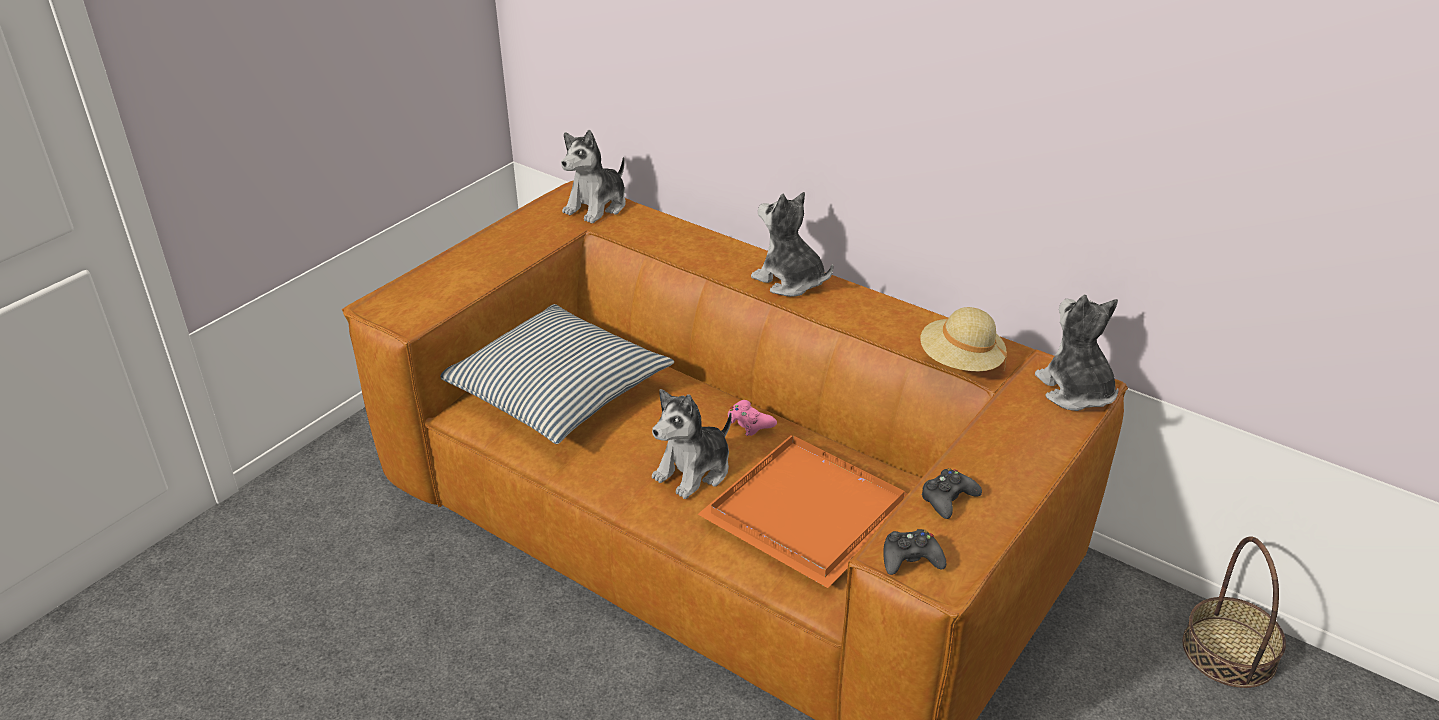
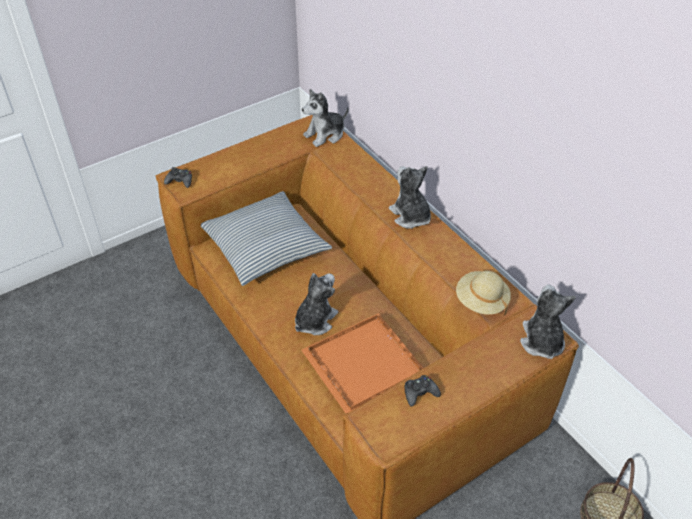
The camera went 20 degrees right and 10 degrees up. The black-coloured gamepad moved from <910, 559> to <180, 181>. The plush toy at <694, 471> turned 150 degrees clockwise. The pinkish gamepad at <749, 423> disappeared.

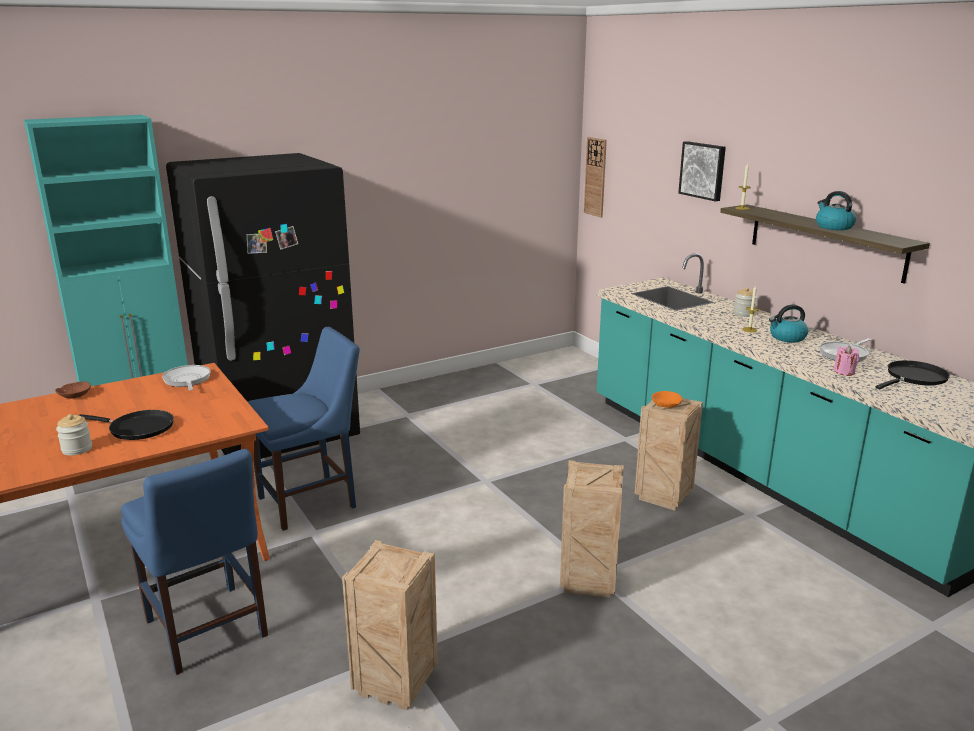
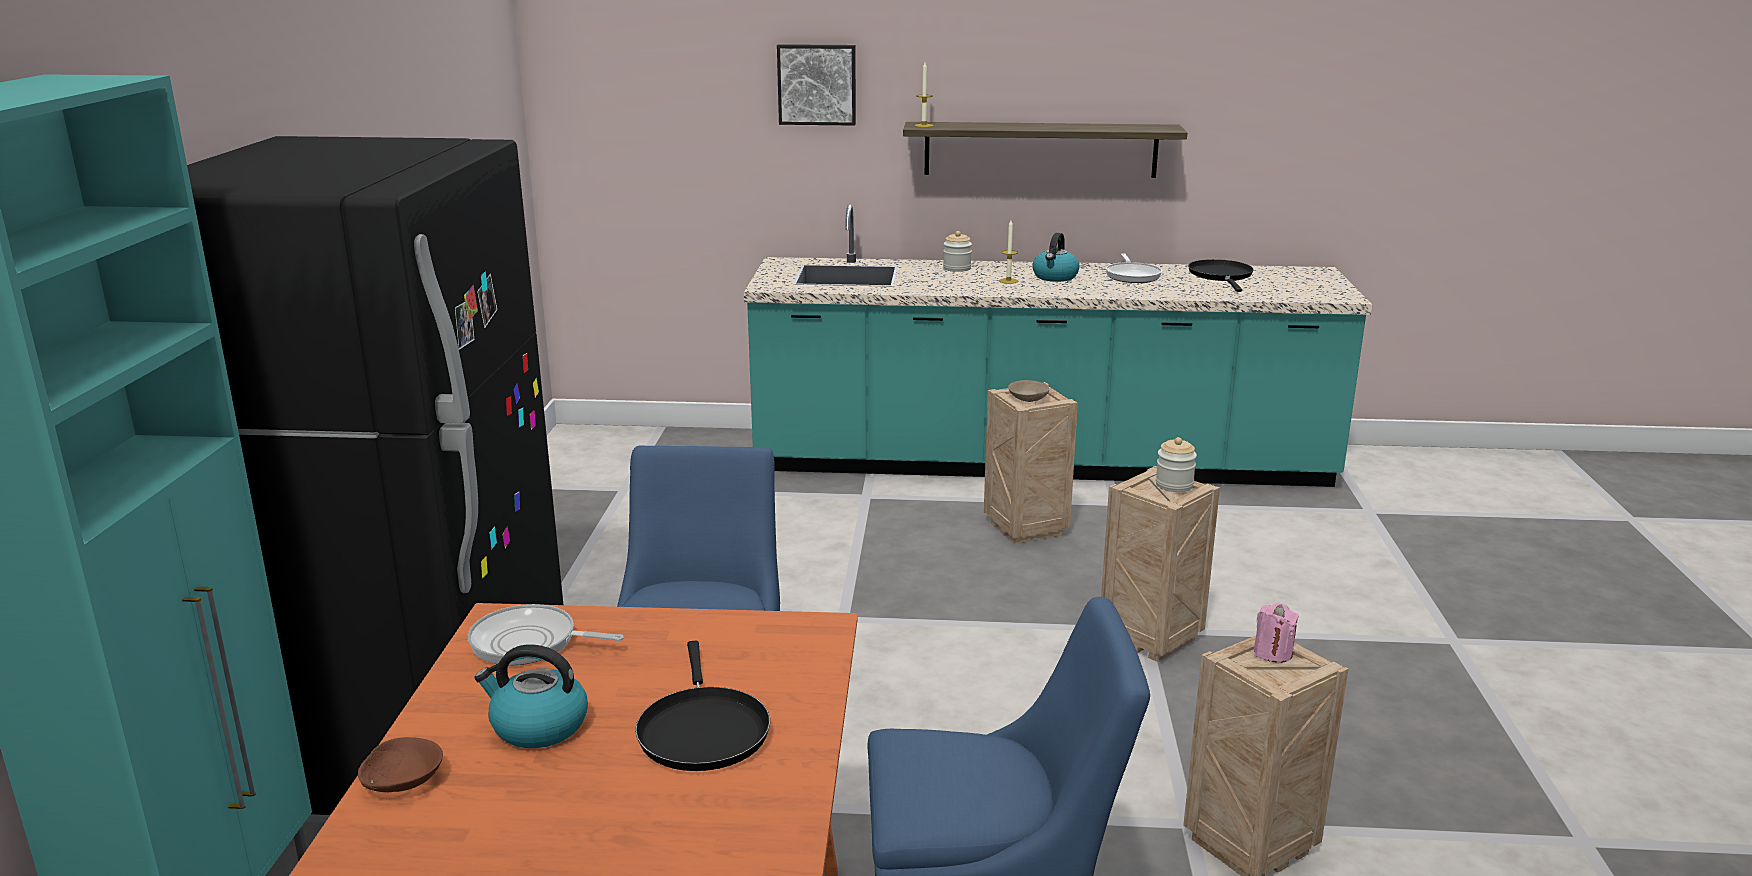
The camera went 55 degrees left and 0 degrees up. The tea kettle moved from <833, 227> to <538, 726>. The black-coloured frying pan at <137, 428> turned 120 degrees clockwise. The orange-coloured serving bowl at <666, 404> became the sand-coloured serving bowl at <1028, 398>. The preserve jar moved from <77, 449> to <1174, 485>. The pinkish wax candle moved from <844, 372> to <1273, 653>. The clock on the wall at <595, 177> disappeared.

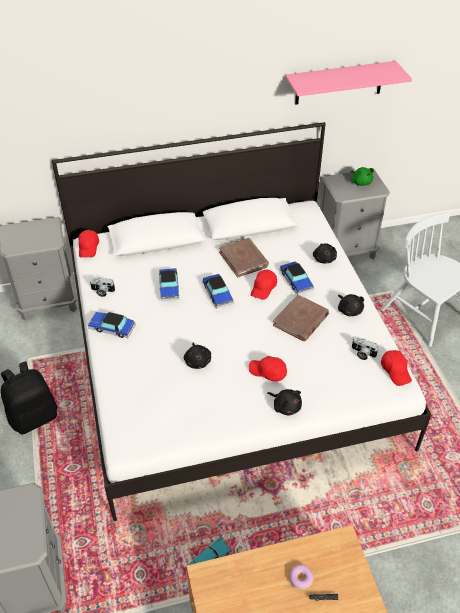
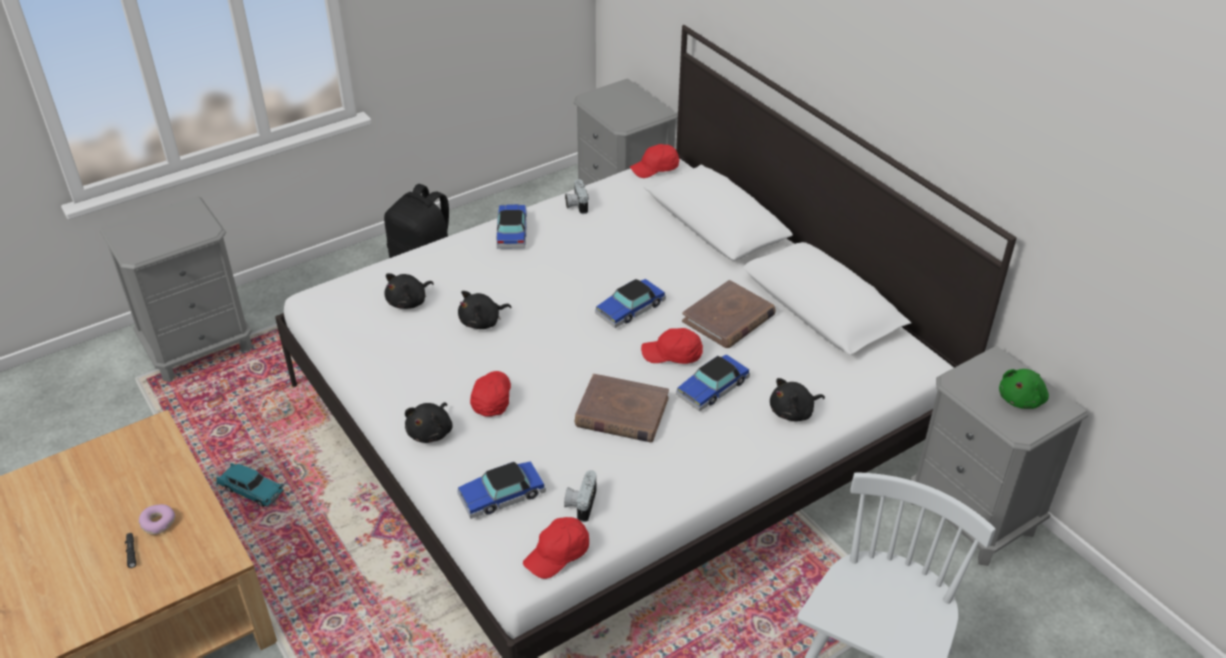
The camera went 70 degrees right and 5 degrees down. The black-coloured plush toy moved from <349, 310> to <409, 302>. The miniature car moved from <169, 287> to <502, 495>. The pinkish bracket shelf at <339, 83> disappeared.

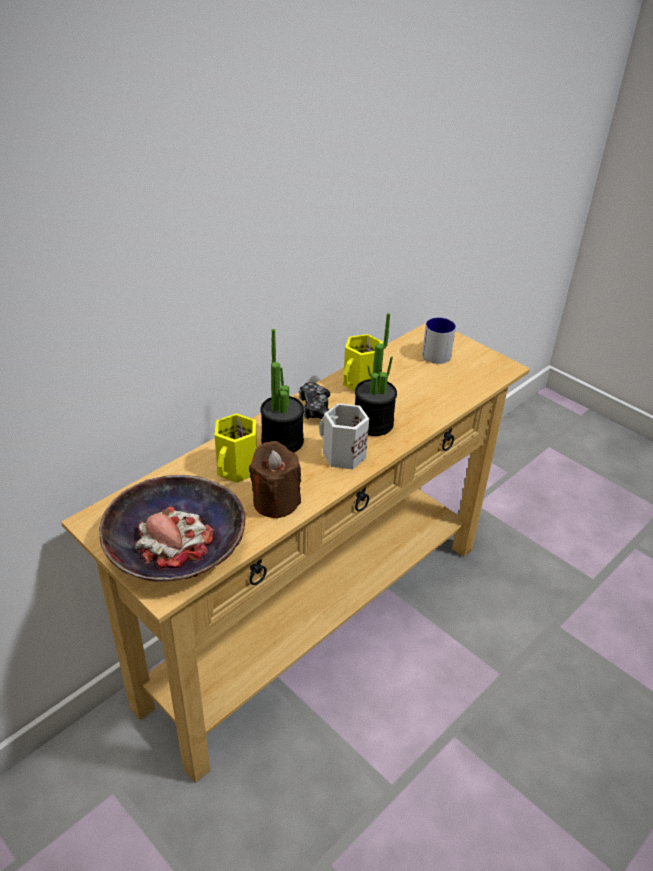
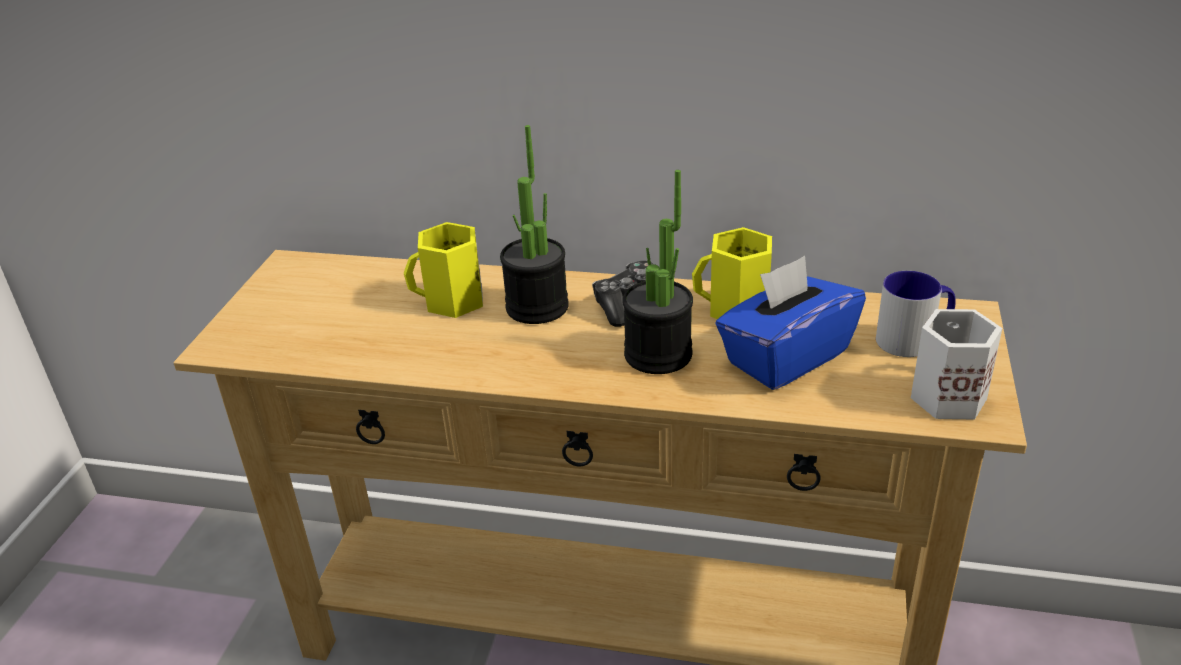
The camera went 60 degrees right and 5 degrees down. The blue tissue holder at <786, 357> appeared. The white-coloured coffee mug moved from <341, 455> to <945, 396>. The serving bowl at <176, 545> disappeared. The brown-coloured wax candle at <275, 502> disappeared.

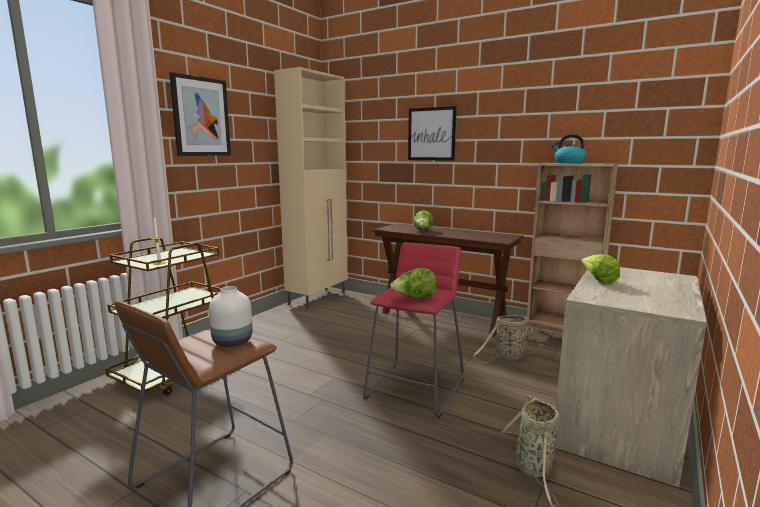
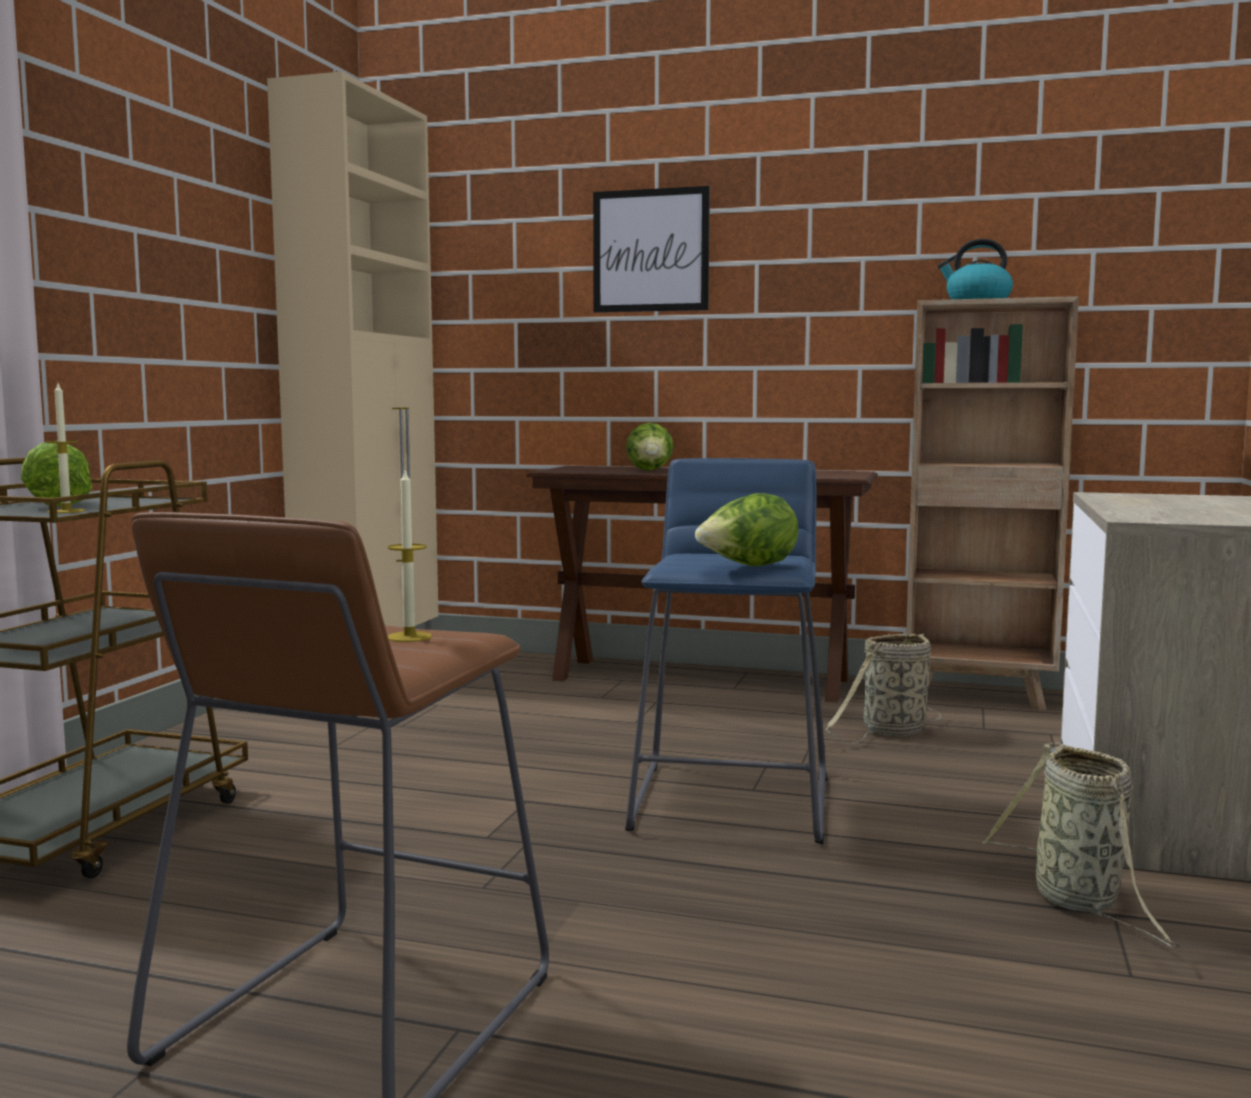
The camera went 15 degrees left and 5 degrees down. The head of lettuce moved from <598, 280> to <61, 504>. The white-coloured vase at <231, 342> was replaced by the wax candle at <409, 637>. The red-coloured stool seat at <415, 388> became the blue stool seat at <731, 801>. The picture at <201, 117> disappeared.

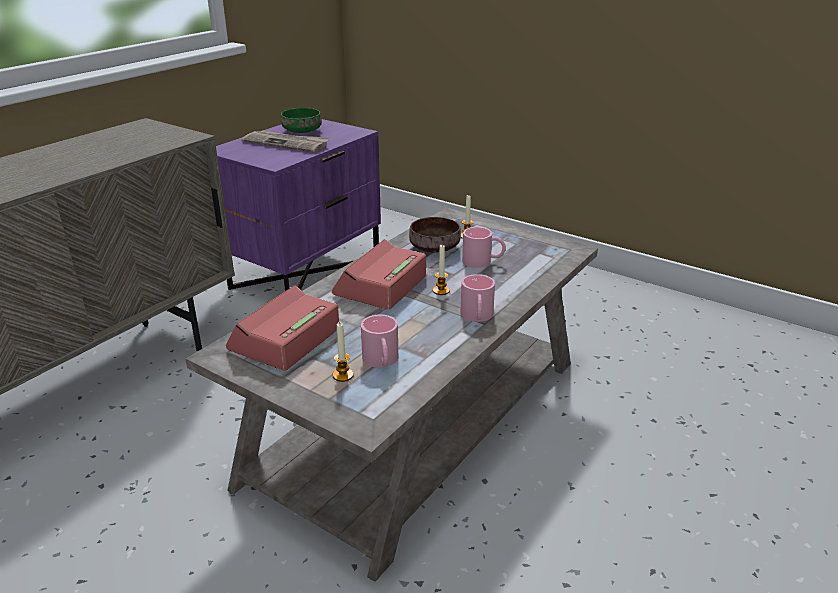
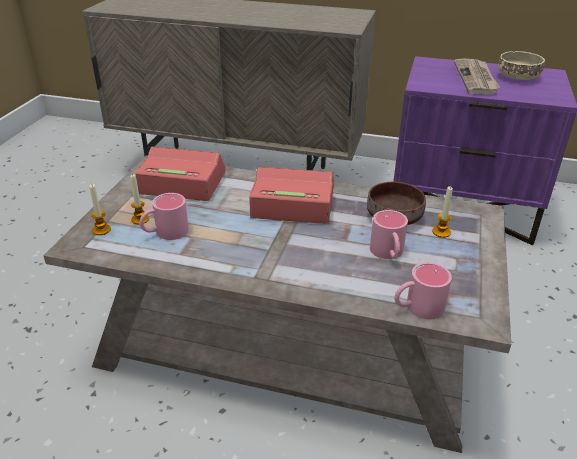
The camera went 70 degrees right and 5 degrees up. The wax candle moved from <441, 291> to <101, 230>. The pinkish coffee mug moved from <477, 317> to <417, 308>. The green serving bowl at <302, 131> became the sand-coloured serving bowl at <517, 77>.

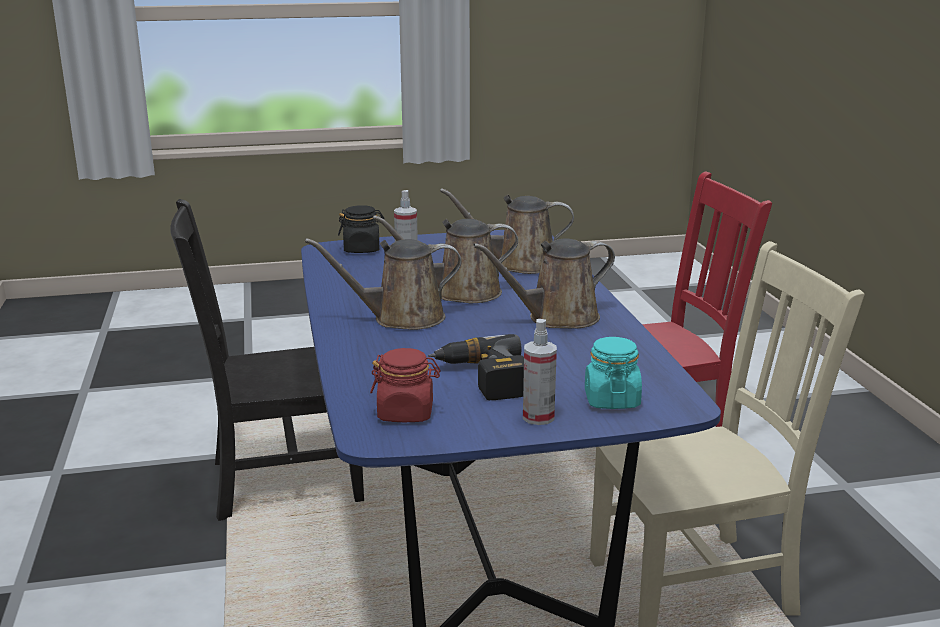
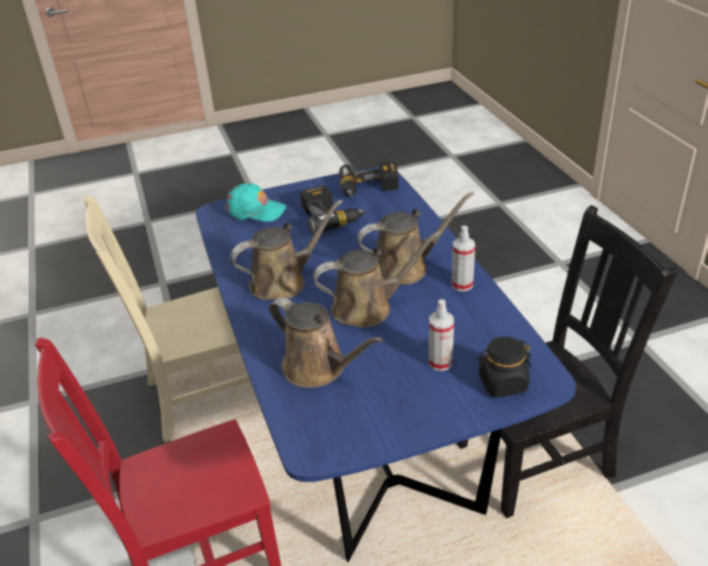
The camera went 175 degrees right and 15 degrees up. The blue-green preserve jar at <611, 400> was replaced by the blue-green cap at <255, 210>. The brown-coloured sprinkling can at <519, 264> turned 45 degrees clockwise. The red-coloured preserve jar at <406, 413> was replaced by the electric drill at <369, 190>. The sprayer moved from <538, 417> to <462, 285>.

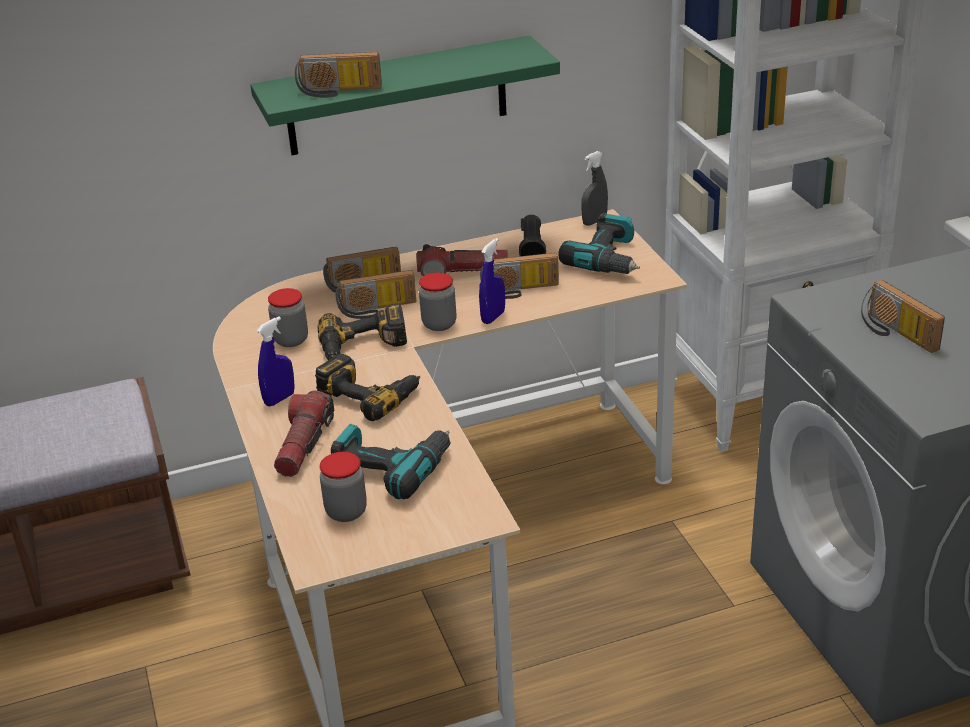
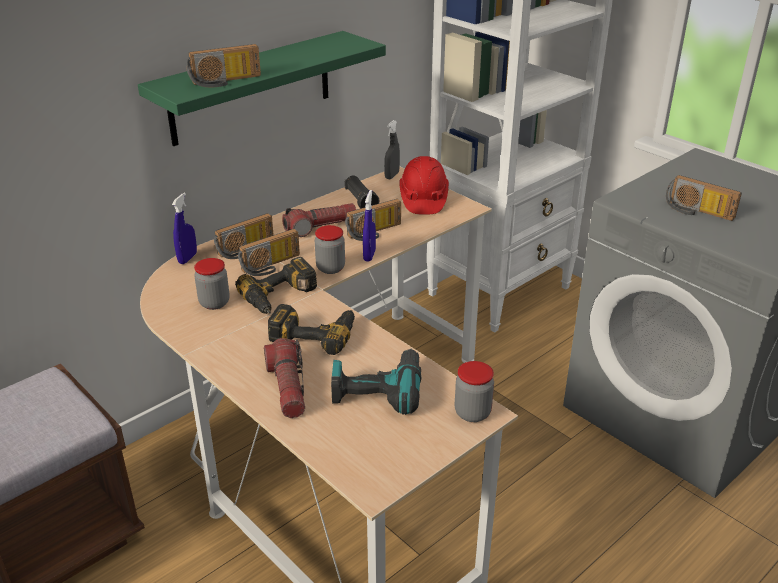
The camera went 25 degrees left and 0 degrees up. The blue sprayer moved from <279, 399> to <187, 258>. The electric drill at <609, 259> was replaced by the red-coloured safety helmet at <423, 200>. The preserve jar moved from <346, 512> to <472, 413>.

